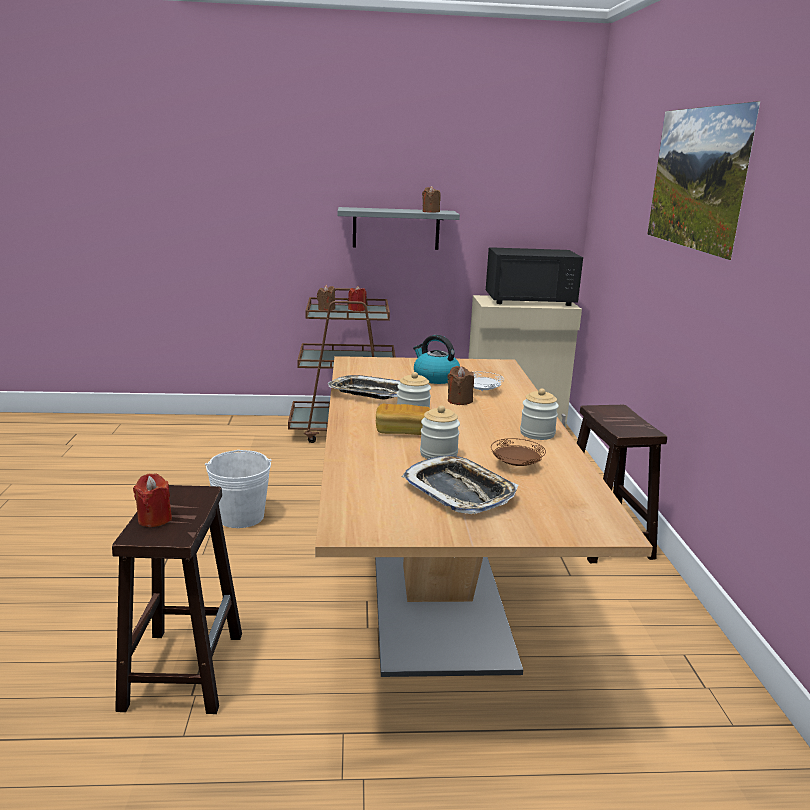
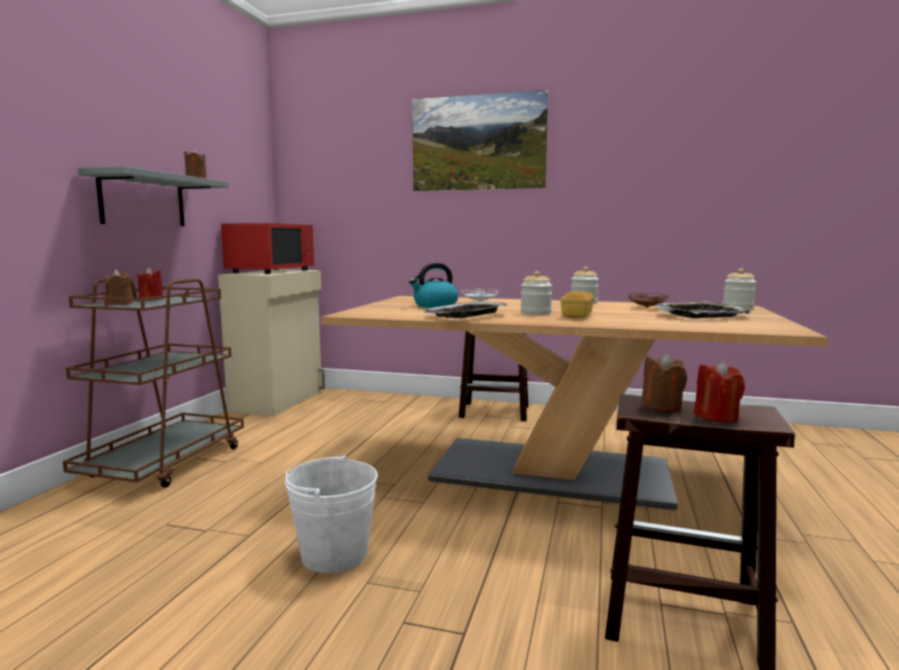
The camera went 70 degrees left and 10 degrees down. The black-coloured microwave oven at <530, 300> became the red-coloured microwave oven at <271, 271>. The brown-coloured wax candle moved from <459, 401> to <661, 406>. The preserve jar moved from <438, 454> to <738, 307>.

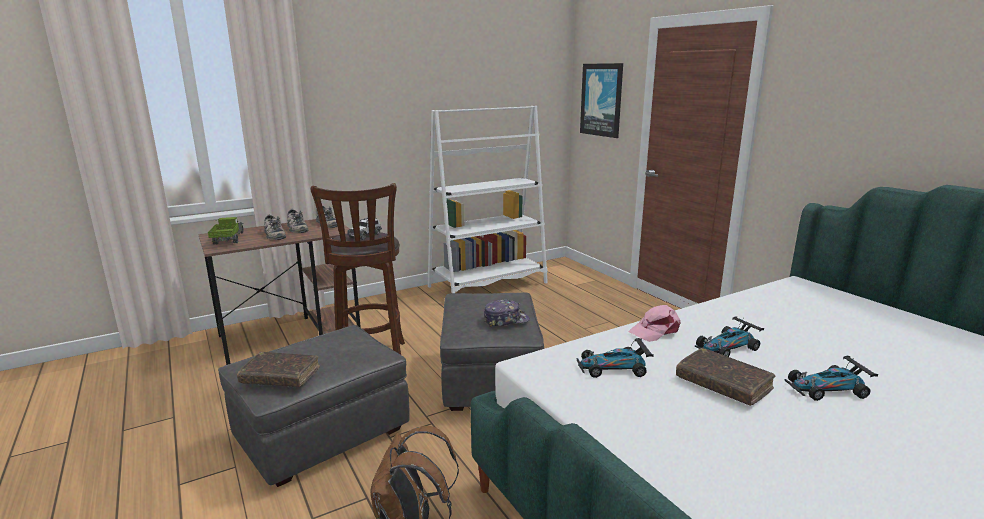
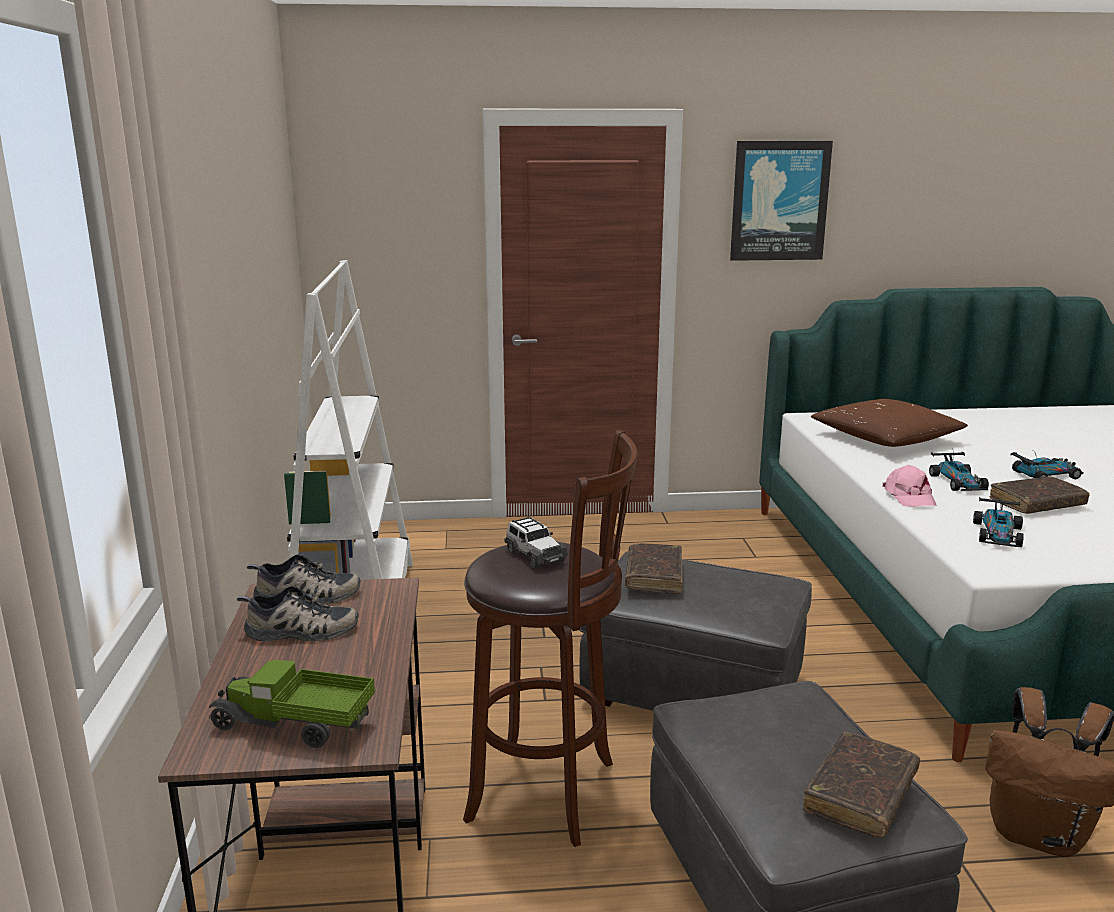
The camera went 65 degrees left and 0 degrees up. The brown-coloured bound book at <654, 576> appeared. The picture moved from <601, 100> to <779, 201>. The brown-coloured throw pillow at <885, 438> appeared. The miniature car at <827, 388> turned 120 degrees counterclockwise. The item of footwear at <273, 234> disappeared. The cap at <506, 320> disappeared.

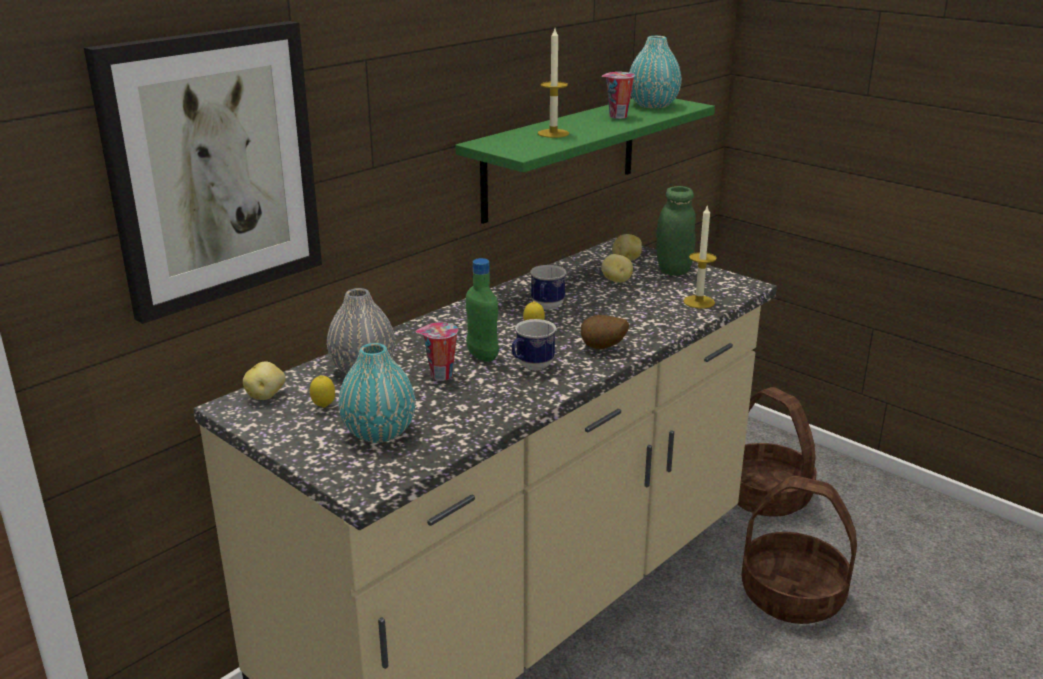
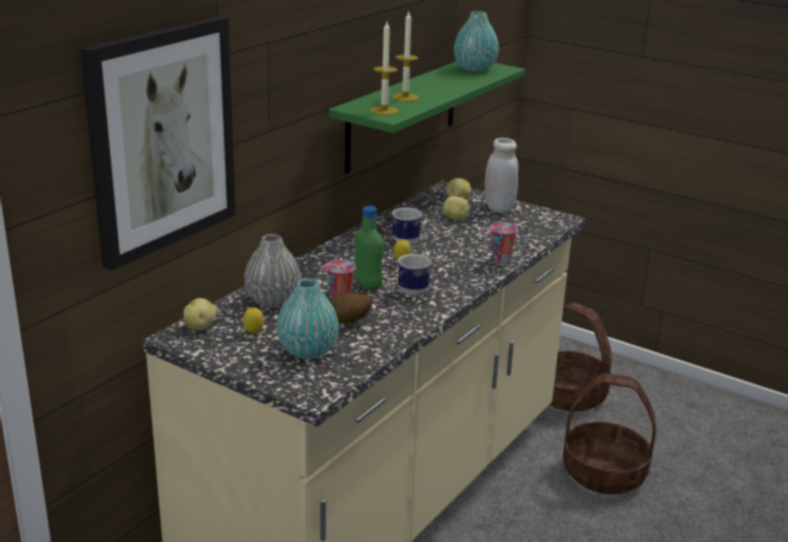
The camera went 10 degrees left and 0 degrees up. The whole potato moved from <602, 349> to <350, 322>. The wax candle moved from <699, 302> to <384, 111>. The green preserve jar at <673, 270> became the white-coloured preserve jar at <499, 208>. The drinking cup moved from <617, 116> to <500, 263>.

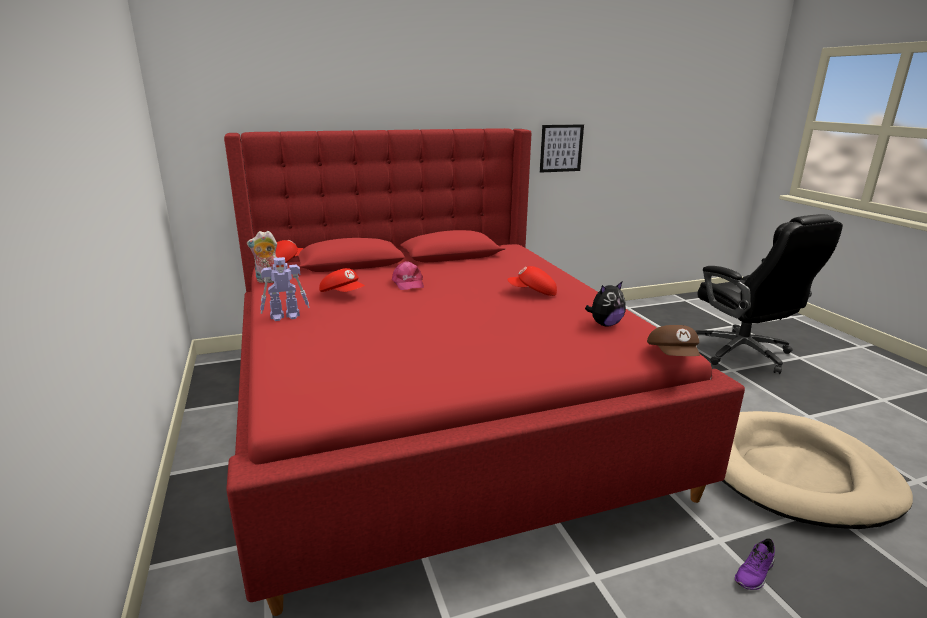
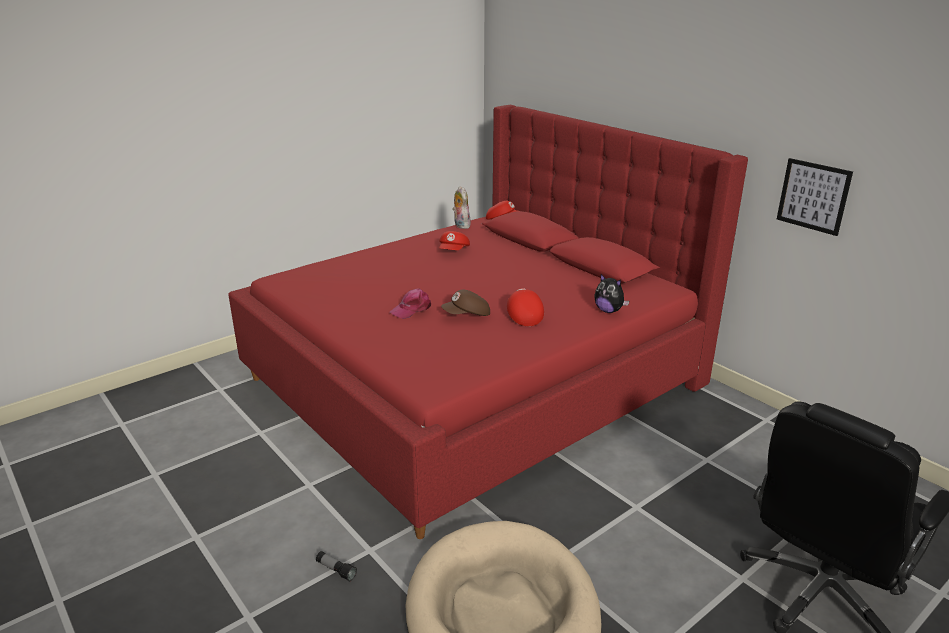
The camera went 70 degrees right and 5 degrees up. The purple item of footwear at <755, 573> was replaced by the hand torch at <336, 570>. The pinkish cap moved from <408, 283> to <412, 309>. The brown-coloured cap moved from <673, 356> to <467, 315>. The plush toy moved from <605, 324> to <609, 311>. The toy robot at <286, 316> disappeared.

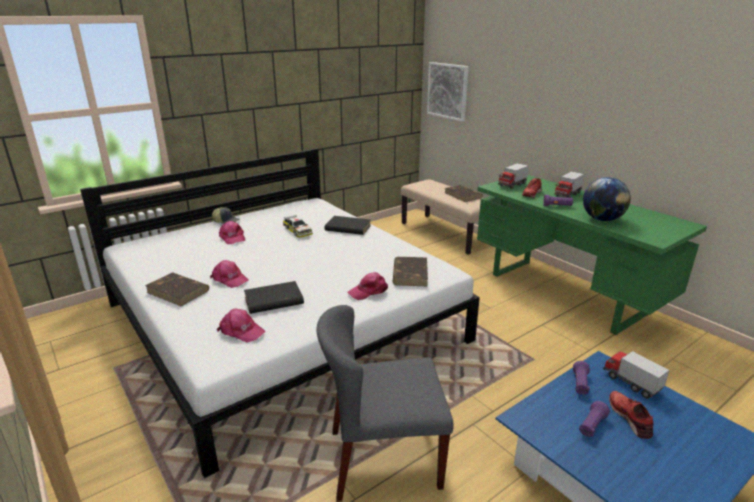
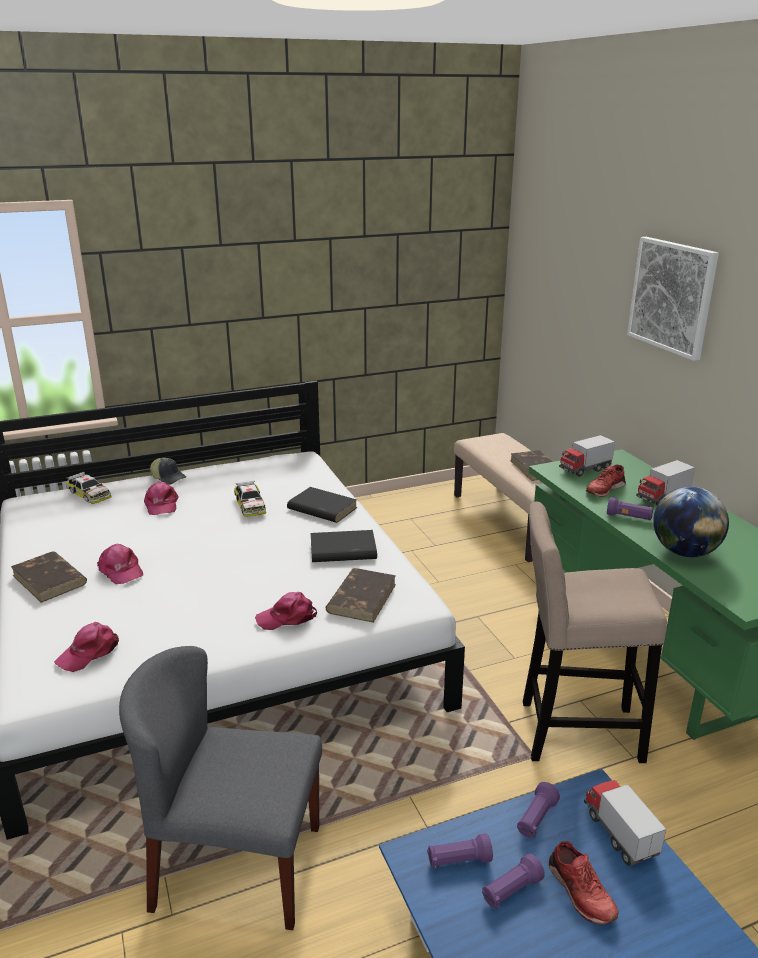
The camera went 15 degrees right and 0 degrees up. The pinkish cap at <241, 331> turned 90 degrees clockwise. The miniature car at <89, 494> appeared. The black-coloured bound book moved from <273, 301> to <342, 551>. The purple hand torch at <458, 861> appeared. The sand-coloured stool seat at <573, 731> appeared. The red-coloured item of footwear at <630, 418> turned 150 degrees clockwise. The picture moved from <448, 91> to <672, 296>.

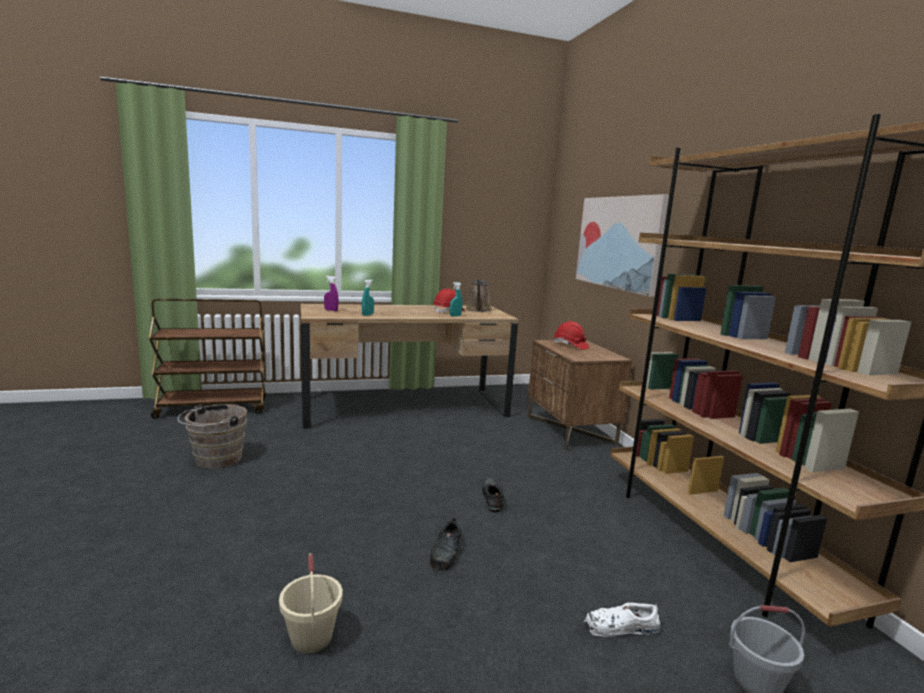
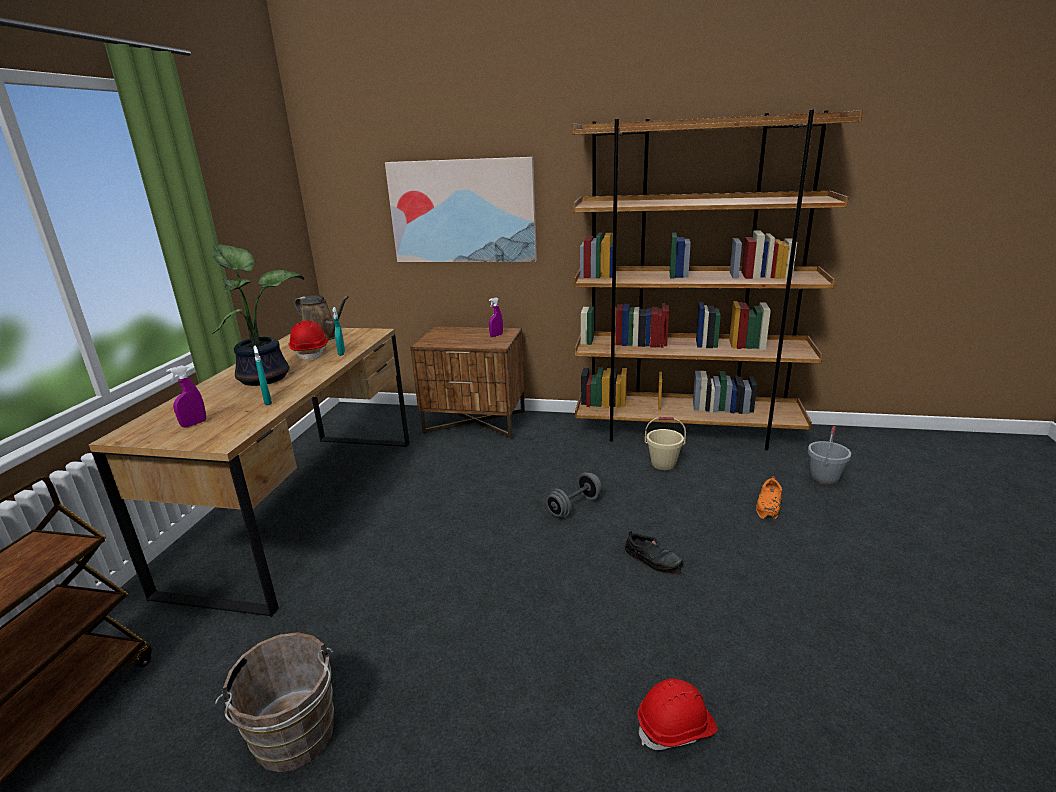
The camera went 60 degrees left and 10 degrees up. The potted plant at <265, 376> appeared. The purple sprayer at <496, 335> appeared. The black-coloured item of footwear at <492, 498> was replaced by the gray hand weight at <574, 506>. The red-coloured safety helmet moved from <570, 346> to <676, 728>. The sand-coloured water bucket moved from <311, 637> to <663, 464>. The white-coloured item of footwear at <620, 627> became the orange-coloured item of footwear at <769, 505>.

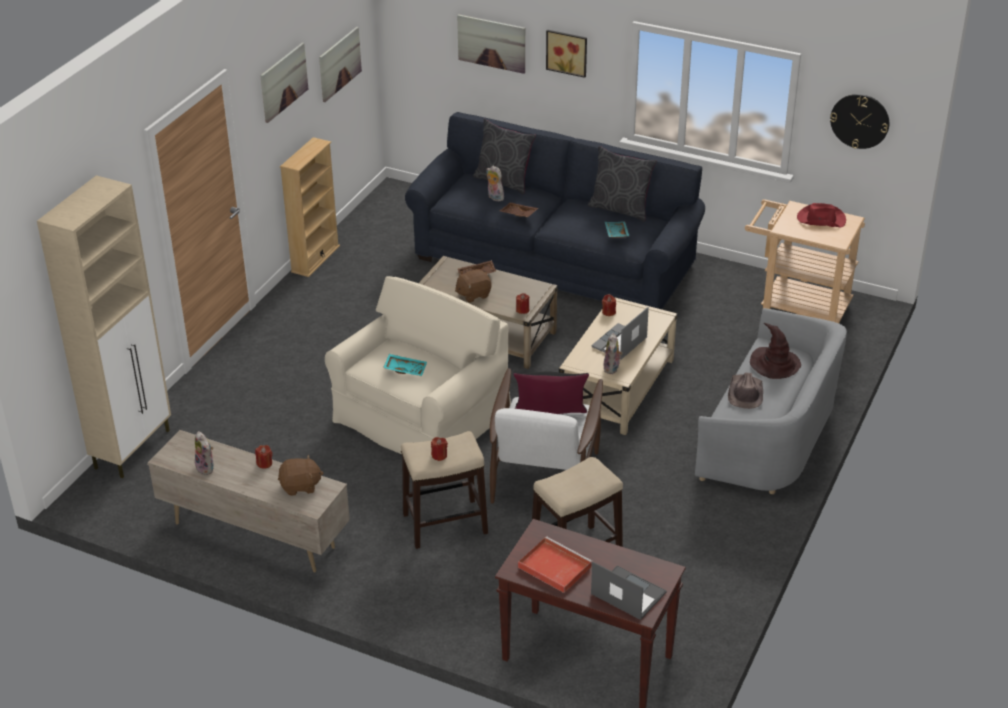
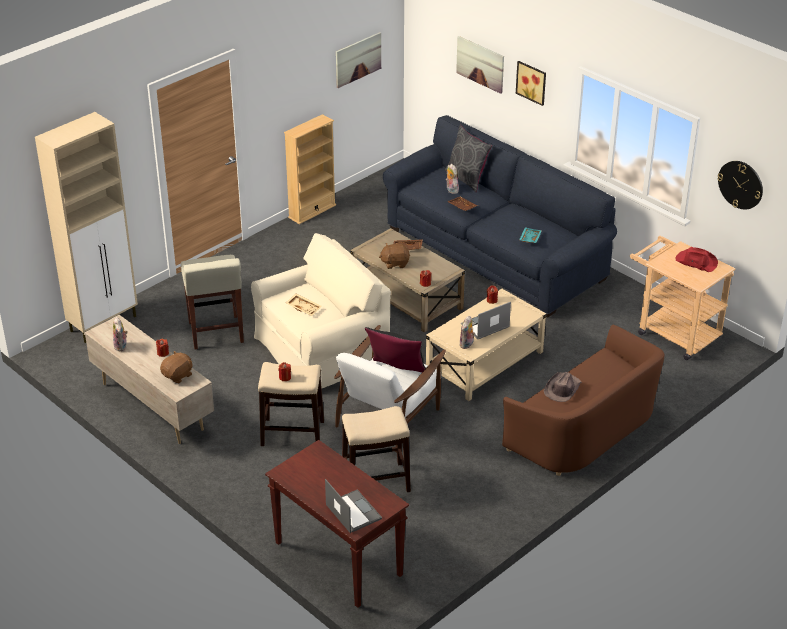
The camera went 20 degrees right and 0 degrees up. The brown-coloured plush toy at <300, 486> turned 60 degrees counterclockwise. The sand-coloured stool seat at <216, 333> appeared. The blue-green serving tray at <405, 369> became the sand-coloured serving tray at <304, 308>. The gray sofa at <770, 435> became the brown-coloured sofa at <585, 429>. The picture at <283, 82> disappeared. The red-coloured serving tray at <553, 566> disappeared. The gray throw pillow at <620, 209> disappeared. The brown-coloured hat at <775, 364> disappeared.

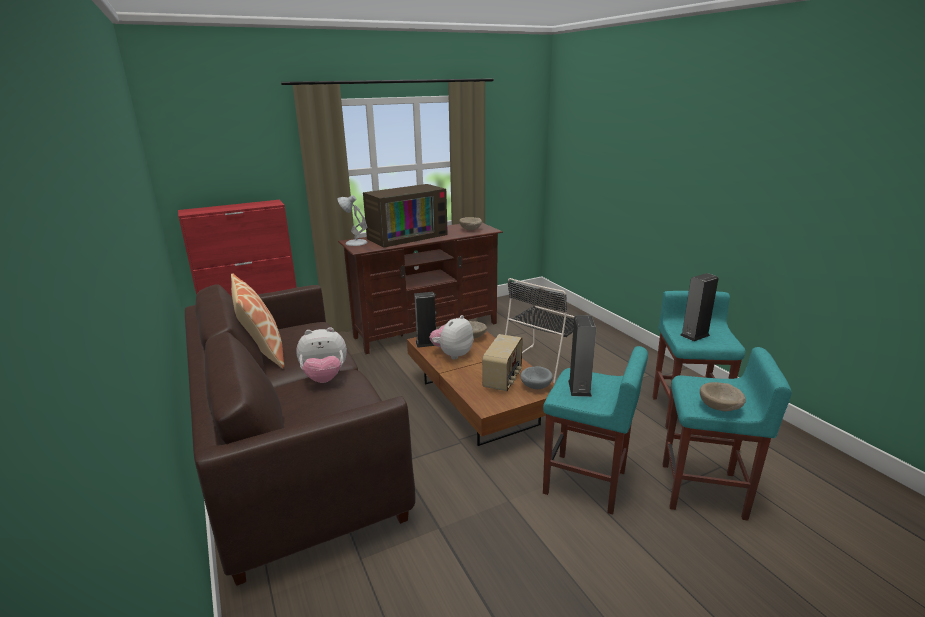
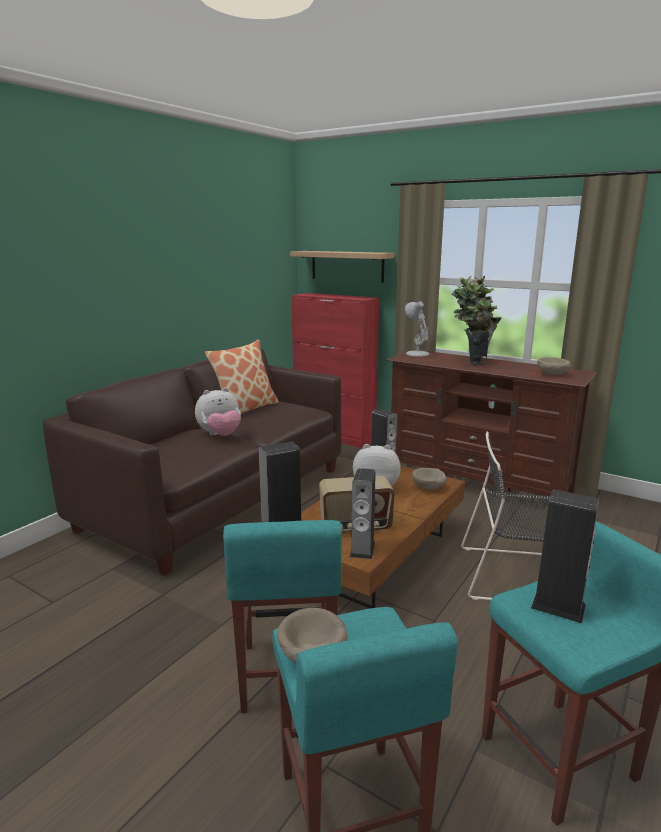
The camera went 60 degrees right and 5 degrees down. The plush toy at <324, 378> turned 75 degrees counterclockwise. The bracket shelf at <347, 266> appeared. The gray serving bowl at <535, 386> was replaced by the audio speaker at <362, 549>. The television at <407, 236> was replaced by the potted plant at <472, 361>.

